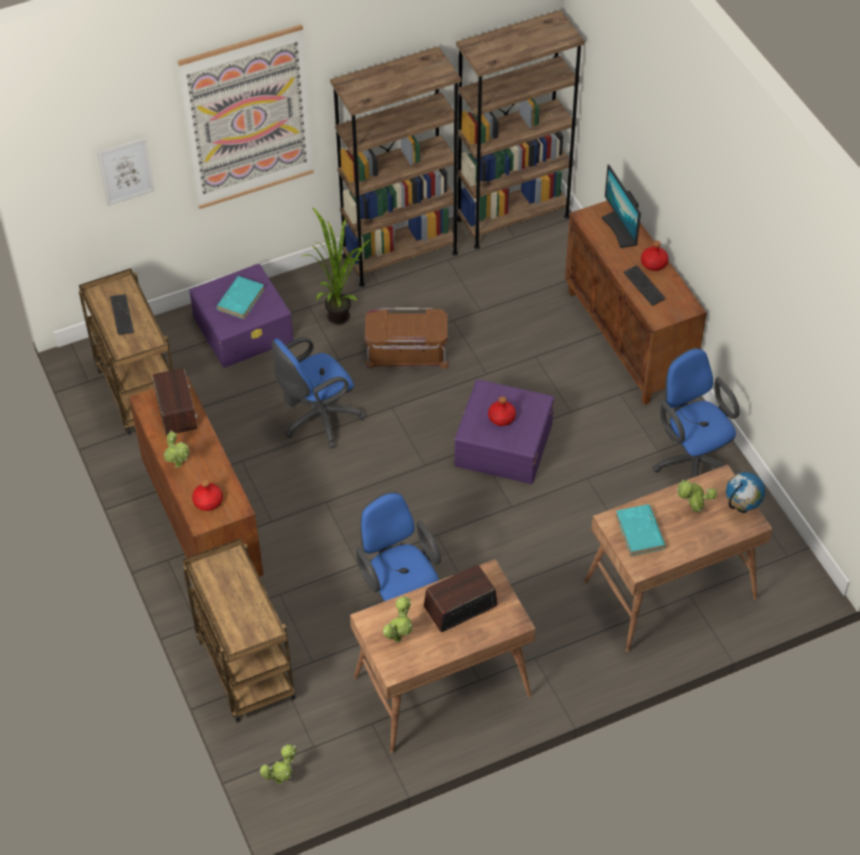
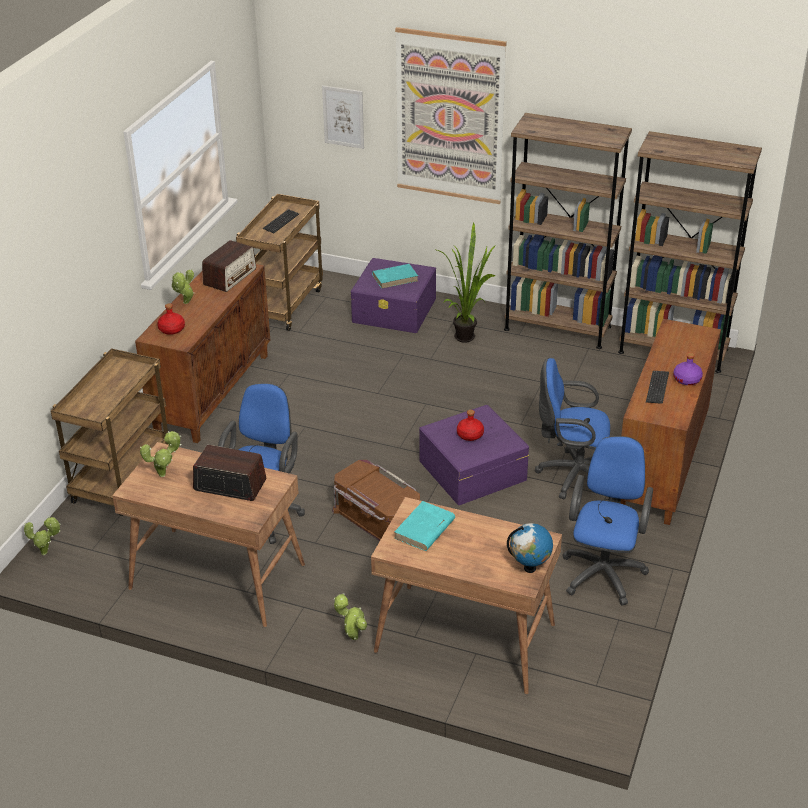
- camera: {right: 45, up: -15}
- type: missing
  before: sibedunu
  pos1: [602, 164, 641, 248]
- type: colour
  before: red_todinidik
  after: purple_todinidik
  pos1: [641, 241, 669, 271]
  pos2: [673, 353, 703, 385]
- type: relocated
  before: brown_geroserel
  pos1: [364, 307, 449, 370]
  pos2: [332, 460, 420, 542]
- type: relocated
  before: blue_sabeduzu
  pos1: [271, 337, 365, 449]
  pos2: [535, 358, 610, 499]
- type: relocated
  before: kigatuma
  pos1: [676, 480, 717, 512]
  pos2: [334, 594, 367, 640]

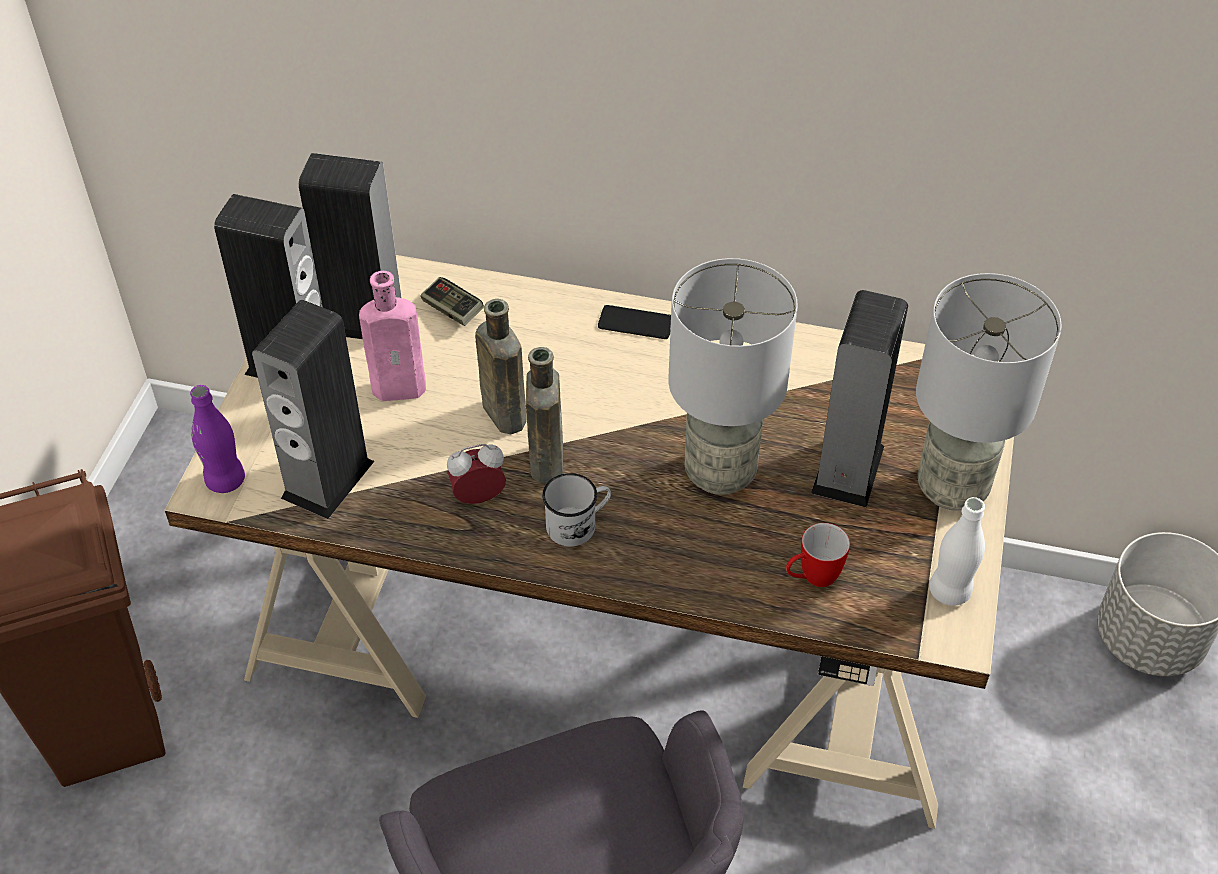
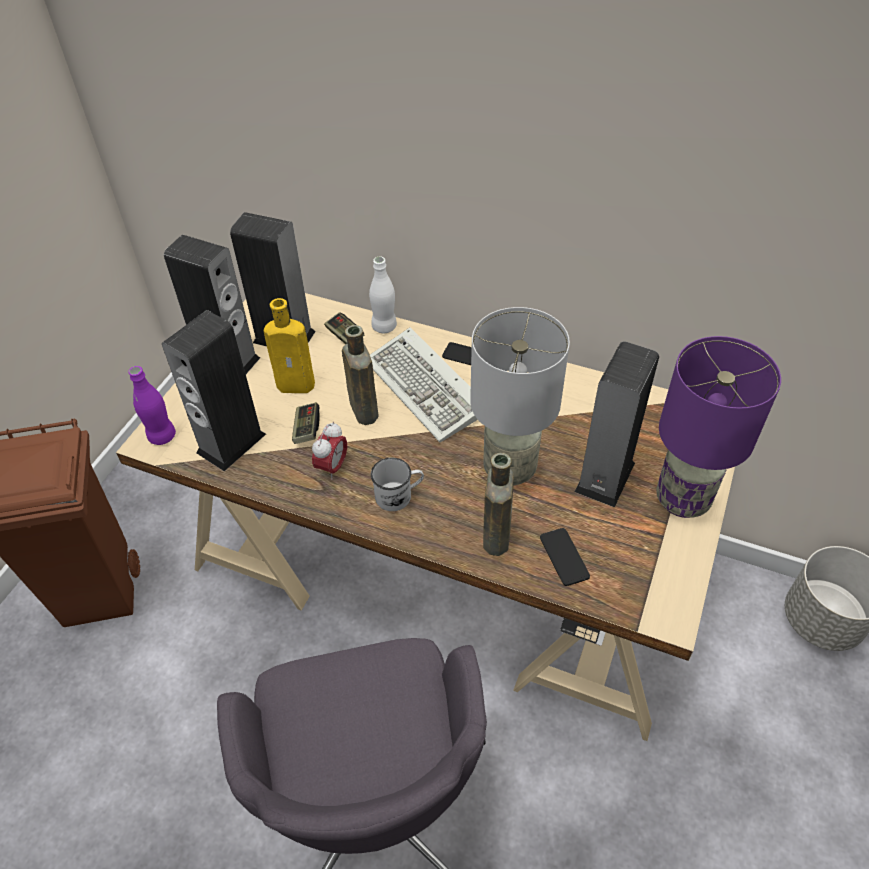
- camera: {right: 10, up: 0}
- type: colour
  before: pink_todinidik
  after: yellow_todinidik
  pos1: [359, 271, 426, 401]
  pos2: [264, 298, 315, 393]
- type: colour
  before: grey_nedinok
  after: purple_nedinok
  pos1: [916, 273, 1062, 511]
  pos2: [656, 336, 781, 518]
- type: relocated
  before: brown_todinidik
  pos1: [526, 347, 563, 484]
  pos2: [483, 453, 514, 556]
- type: spun
  before: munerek
  pos1: [447, 444, 506, 504]
  pos2: [312, 422, 347, 480]
  turn: 120
- type: relocated
  before: white_todinidik
  pos1: [929, 497, 985, 606]
  pos2: [369, 256, 397, 333]
- type: exchanged
  before: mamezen
  after: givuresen
  pos1: [786, 523, 850, 587]
  pos2: [540, 528, 590, 586]
- type: appeared
  after: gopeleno
  pos2: [370, 327, 478, 443]
- type: appeared
  after: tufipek
  pos2: [292, 402, 320, 444]

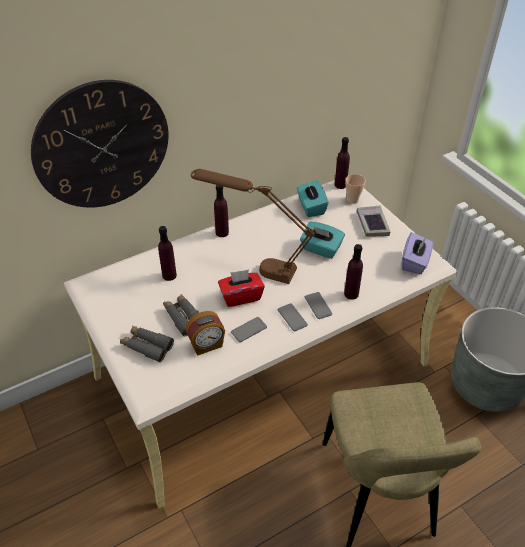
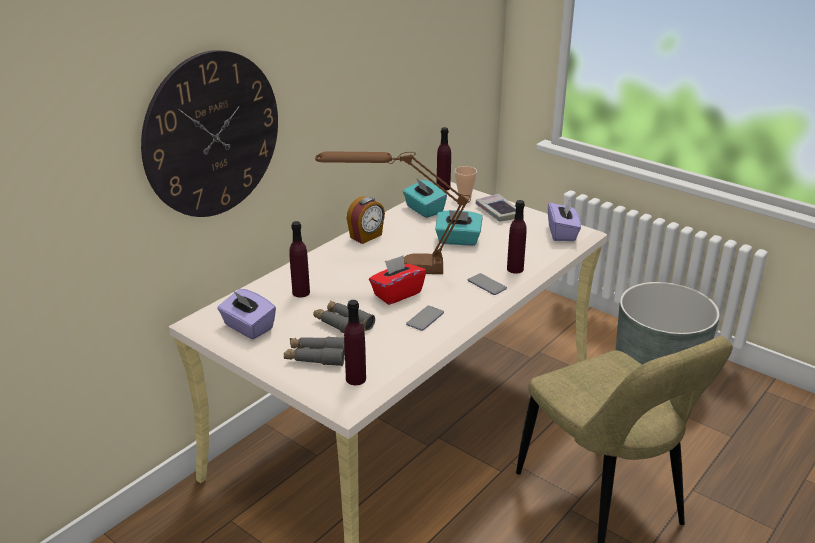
- camera: {right: -20, up: -15}
- type: relocated
  before: purple_todinidik
  pos1: [214, 185, 229, 237]
  pos2: [344, 300, 366, 385]
- type: missing
  before: givuresen
  pos1: [278, 303, 308, 331]
- type: relocated
  before: munerek
  pos1: [185, 311, 225, 356]
  pos2: [347, 196, 385, 244]
- type: appeared
  after: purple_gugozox
  pos2: [217, 289, 276, 339]

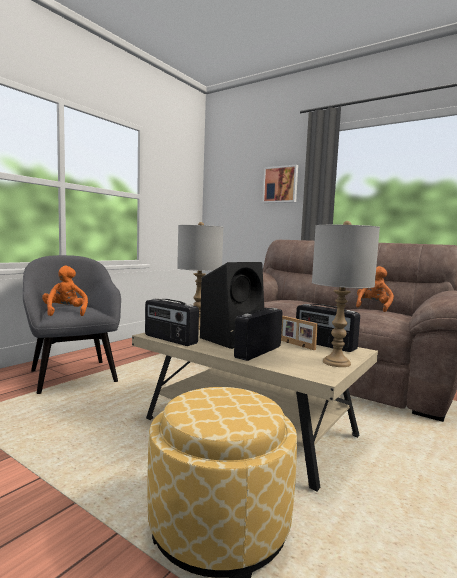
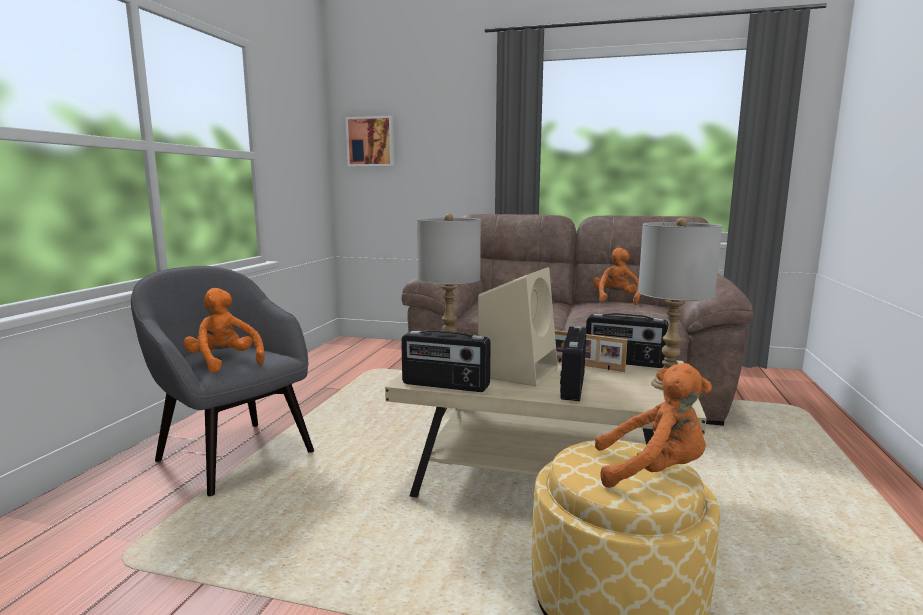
- camera: {right: -20, up: 5}
- type: relocated
  before: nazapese
  pos1: [262, 165, 298, 203]
  pos2: [346, 116, 394, 167]
- type: colour
  before: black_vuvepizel
  after: beige_vuvepizel
  pos1: [200, 262, 264, 349]
  pos2: [478, 267, 558, 387]
- type: appeared
  after: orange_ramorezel
  pos2: [595, 363, 712, 488]

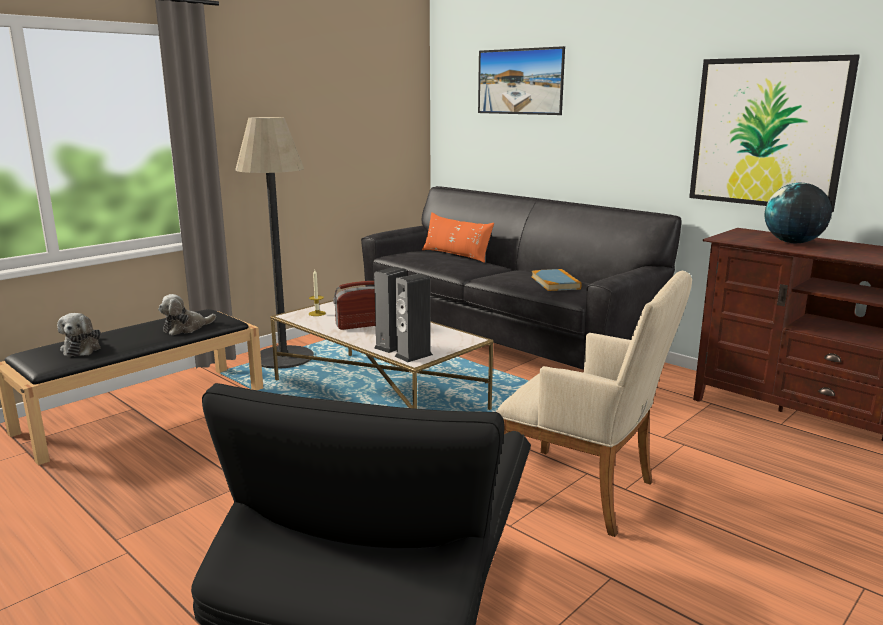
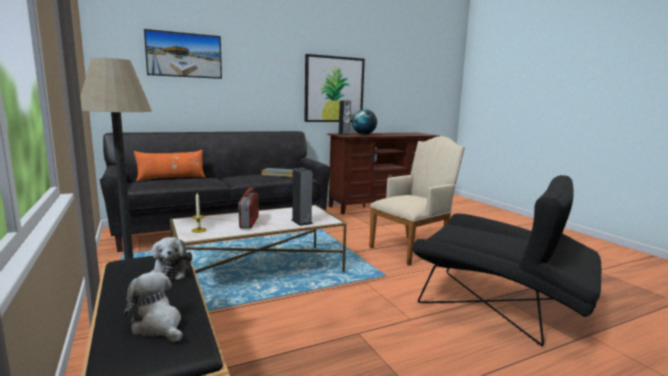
- camera: {right: -70, up: -5}
- type: relocated
  before: vuvepizel
  pos1: [394, 273, 433, 362]
  pos2: [338, 100, 351, 135]
- type: spun
  before: ramorezel
  pos1: [57, 313, 101, 357]
  pos2: [124, 272, 183, 342]
  turn: -150

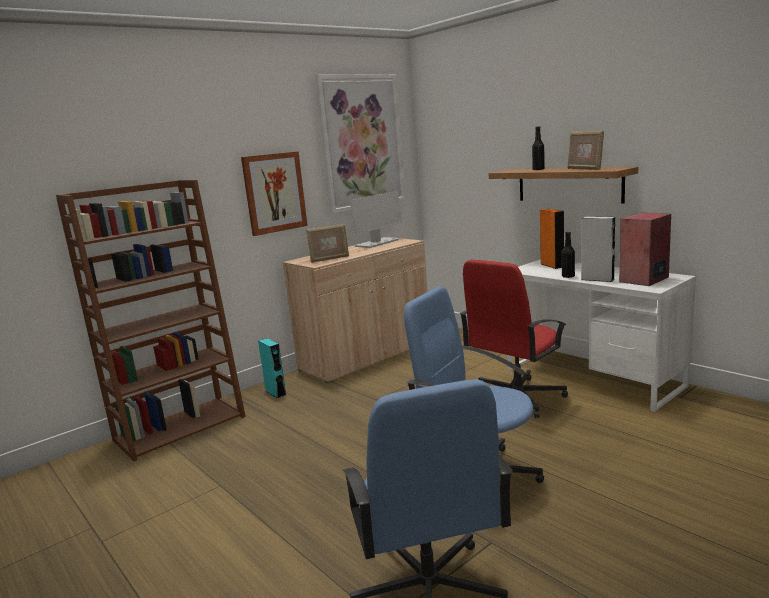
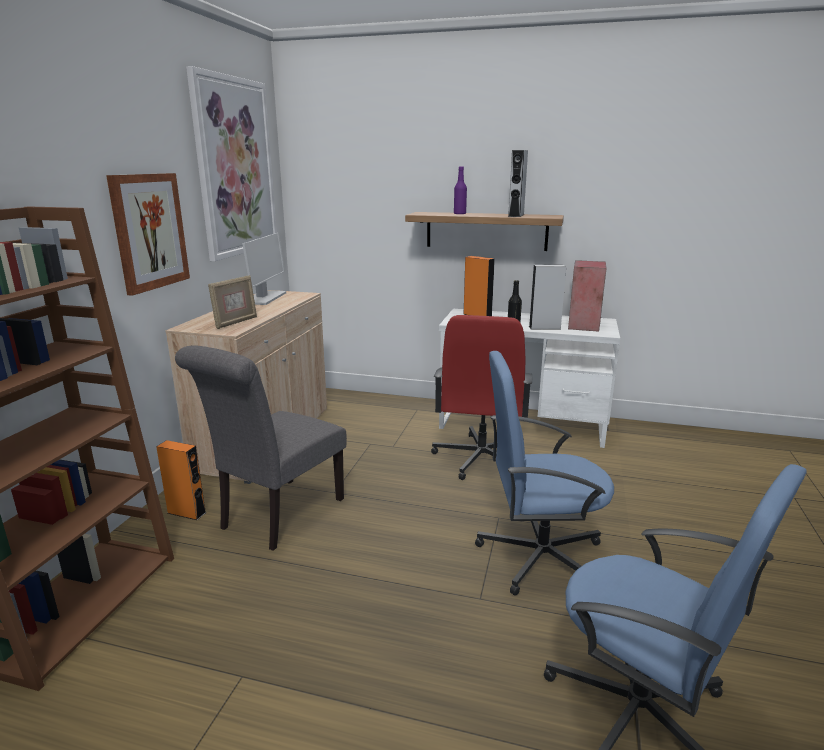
- camera: {right: -35, up: 5}
- type: colour
  before: black_todinidik
  after: purple_todinidik
  pos1: [532, 126, 545, 170]
  pos2: [454, 167, 467, 214]
- type: exchanged
  before: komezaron
  after: grey_vuvepizel
  pos1: [568, 130, 604, 170]
  pos2: [508, 150, 528, 217]
- type: colour
  before: turquoise_vuvepizel
  after: orange_vuvepizel
  pos1: [258, 338, 286, 398]
  pos2: [156, 440, 206, 520]
- type: appeared
  after: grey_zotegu
  pos2: [175, 346, 347, 551]

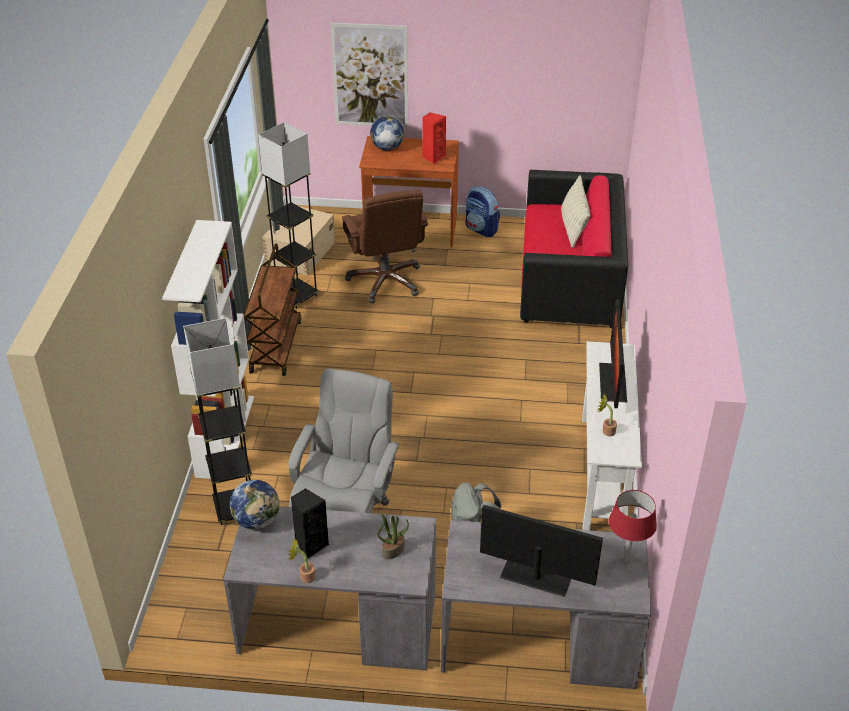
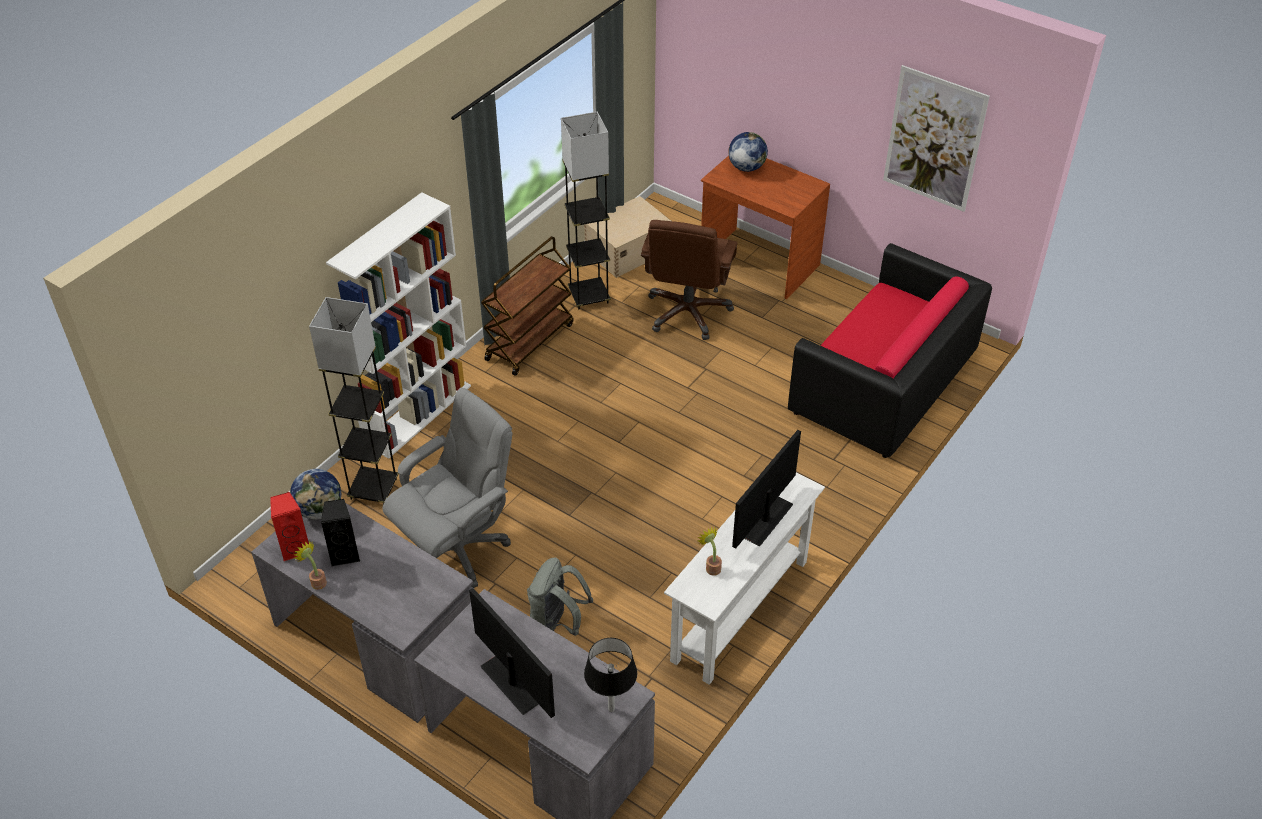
- camera: {right: 30, up: 5}
- type: relocated
  before: nazapese
  pos1: [330, 23, 408, 127]
  pos2: [883, 65, 990, 212]
- type: relocated
  before: red_vuvepizel
  pos1: [422, 113, 446, 164]
  pos2: [270, 492, 309, 561]
- type: missing
  before: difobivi
  pos1: [561, 175, 590, 248]
- type: missing
  before: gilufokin
  pos1: [466, 187, 500, 237]
- type: colour
  before: red_nedinok
  after: black_nedinok
  pos1: [609, 490, 657, 563]
  pos2: [584, 638, 637, 712]
- type: missing
  before: kigatuma
  pos1: [378, 513, 409, 559]

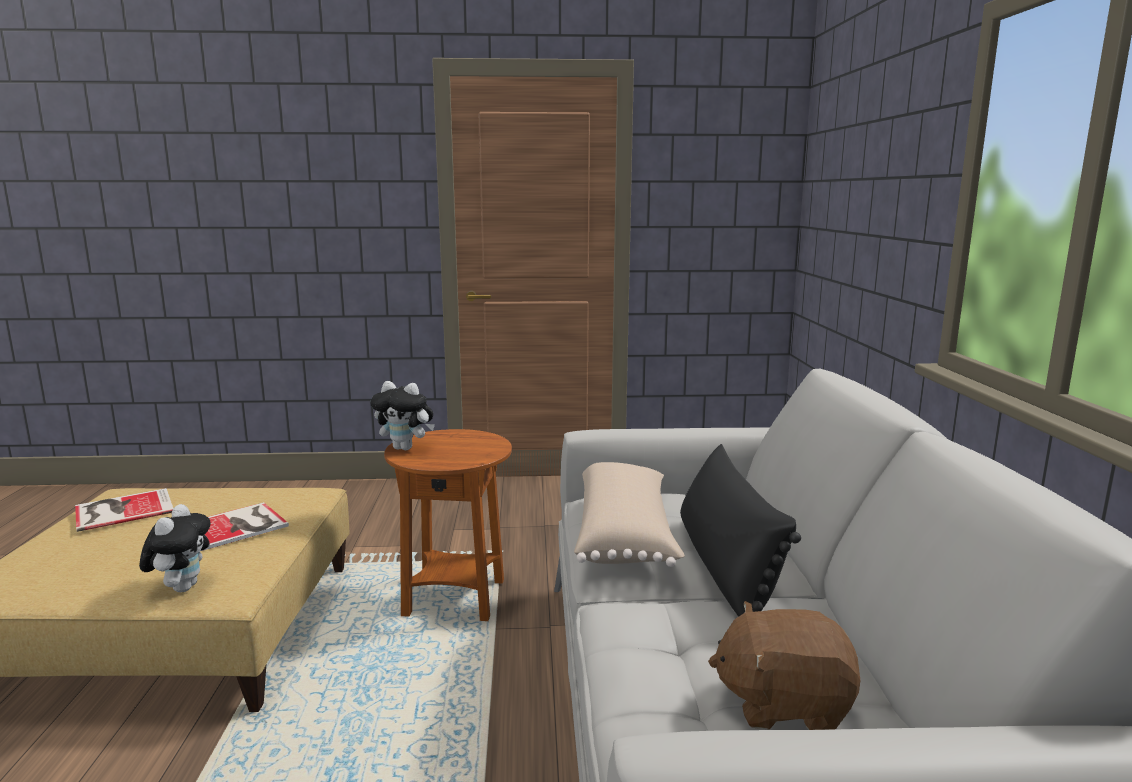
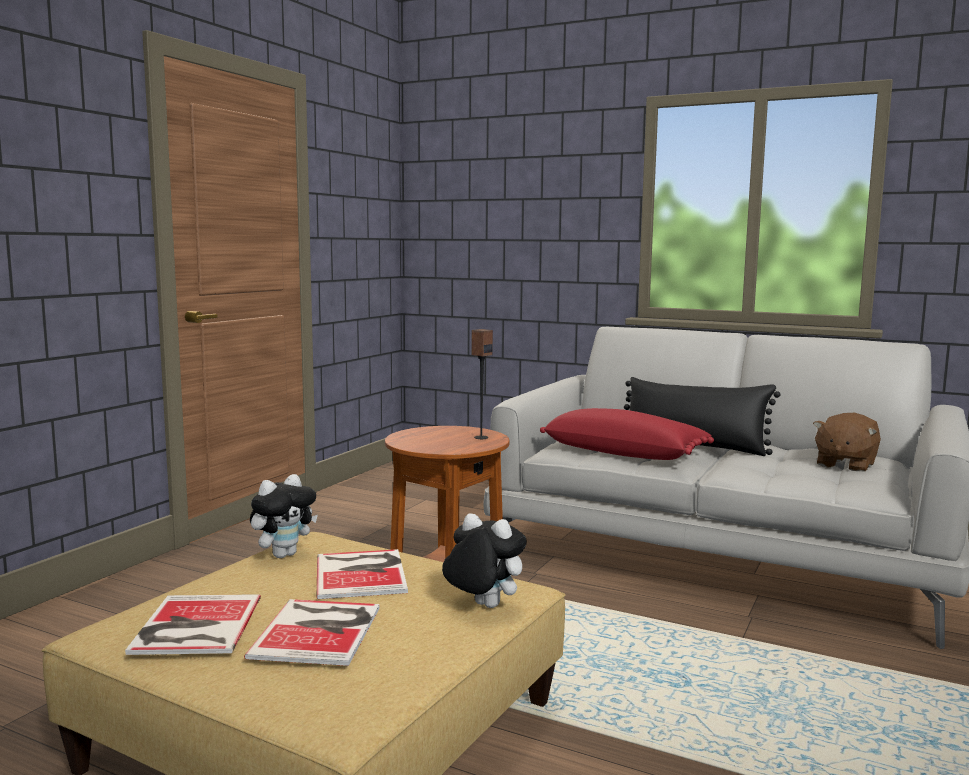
- camera: {right: -60, up: -5}
- type: relocated
  before: ramorezel
  pos1: [370, 381, 435, 450]
  pos2: [250, 474, 318, 558]
- type: colour
  before: beige_difobivi
  after: red_difobivi
  pos1: [574, 462, 685, 567]
  pos2: [540, 408, 714, 460]
- type: appeared
  after: vuvepizel
  pos2: [471, 329, 493, 439]
- type: appeared
  after: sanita
  pos2: [244, 599, 380, 666]

